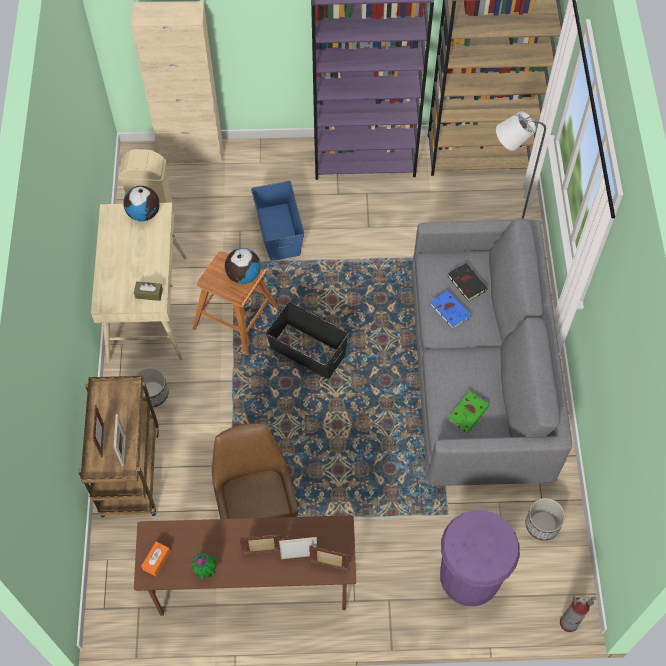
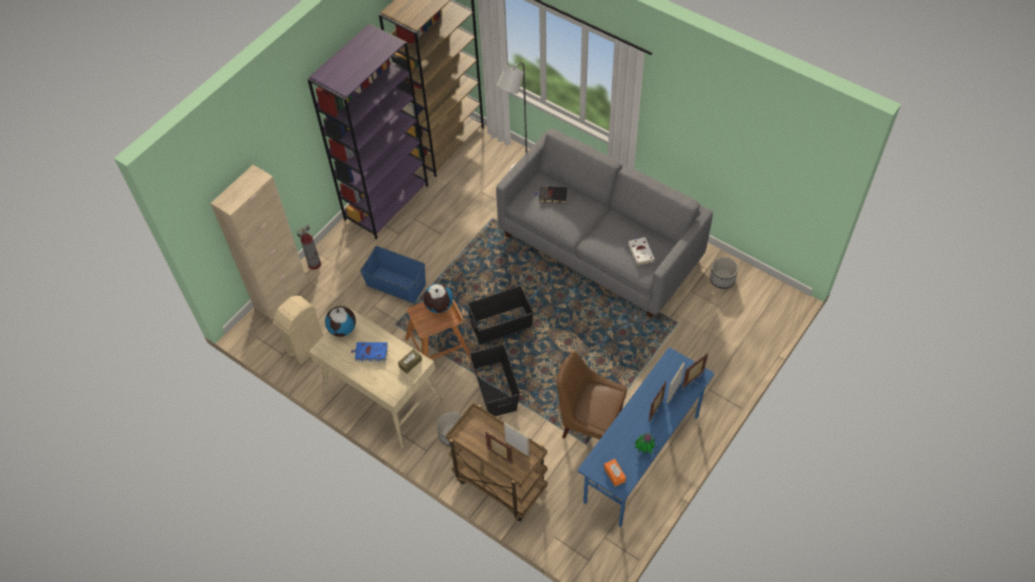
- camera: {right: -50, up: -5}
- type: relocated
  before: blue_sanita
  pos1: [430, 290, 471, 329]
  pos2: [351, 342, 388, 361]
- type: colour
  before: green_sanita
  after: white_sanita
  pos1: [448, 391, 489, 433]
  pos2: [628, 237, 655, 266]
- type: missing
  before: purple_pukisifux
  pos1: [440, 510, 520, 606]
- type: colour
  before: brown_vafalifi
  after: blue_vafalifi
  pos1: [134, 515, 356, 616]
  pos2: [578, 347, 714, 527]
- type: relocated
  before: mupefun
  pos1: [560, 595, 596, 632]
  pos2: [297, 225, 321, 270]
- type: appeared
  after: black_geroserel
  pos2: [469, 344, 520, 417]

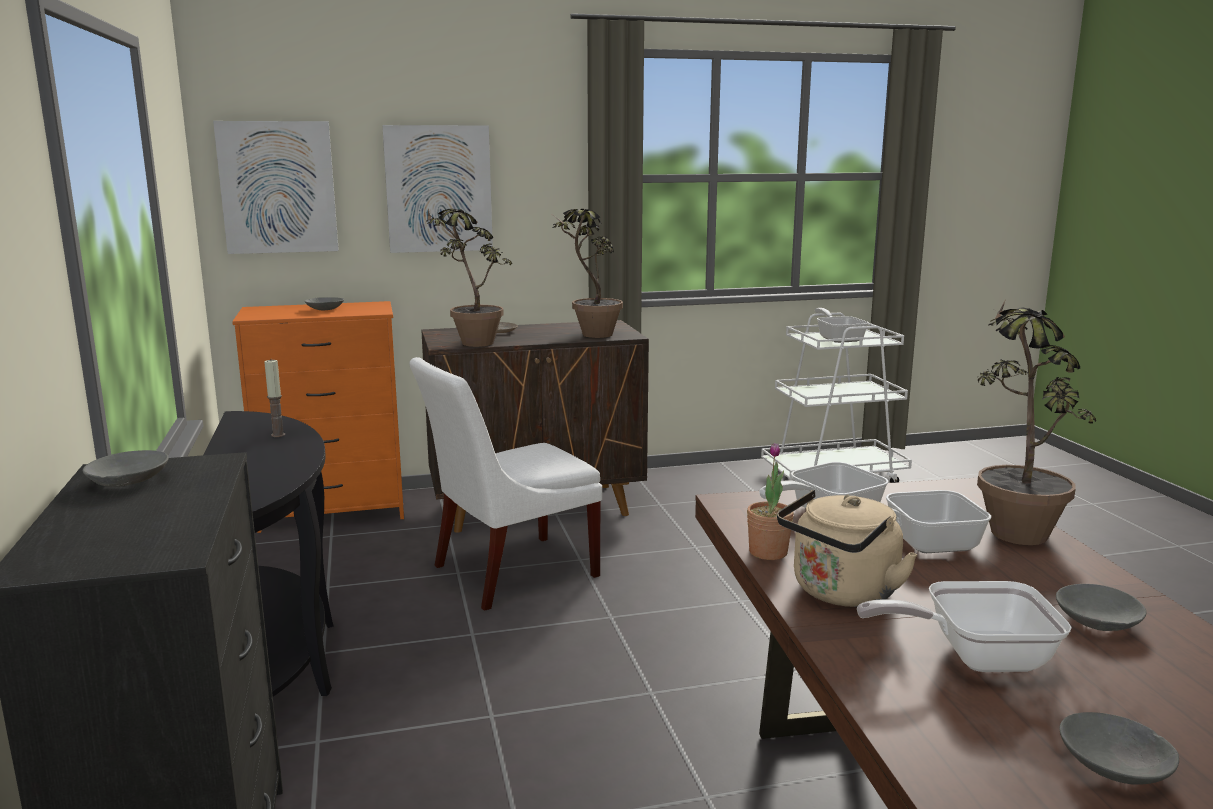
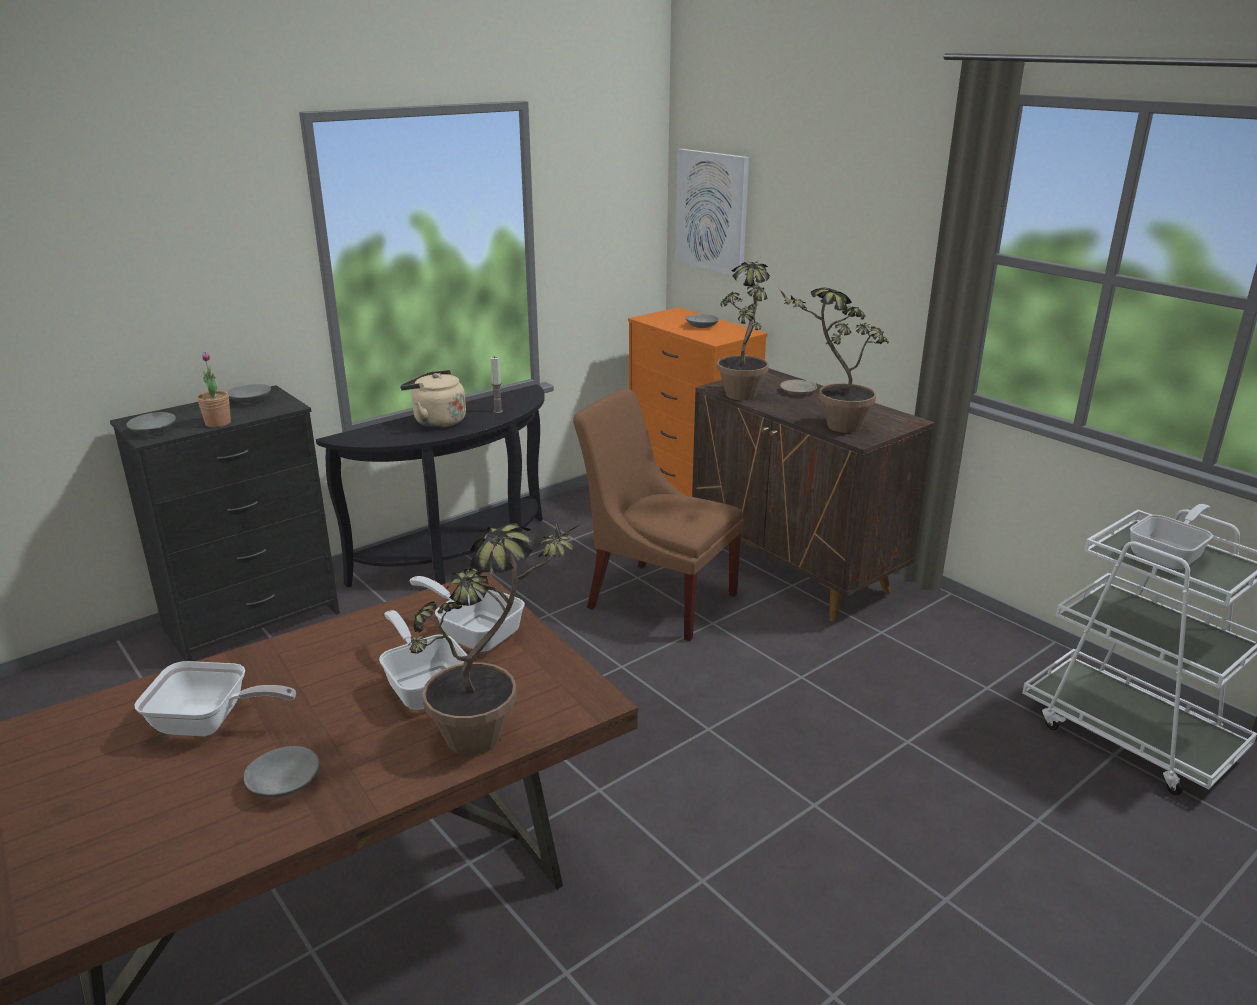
- camera: {right: 65, up: 10}
- type: missing
  before: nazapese
  pos1: [382, 125, 493, 253]
- type: colour
  before: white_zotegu
  after: brown_zotegu
  pos1: [409, 357, 602, 611]
  pos2: [573, 388, 744, 641]
- type: relocated
  before: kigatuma
  pos1: [747, 443, 794, 560]
  pos2: [197, 352, 231, 427]
- type: relocated
  before: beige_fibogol
  pos1: [777, 490, 918, 607]
  pos2: [400, 370, 466, 428]
- type: spun
  before: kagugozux
  pos1: [857, 581, 1072, 672]
  pos2: [134, 661, 296, 737]
  turn: 120
- type: relocated
  before: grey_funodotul
  pos1: [1059, 712, 1179, 785]
  pos2: [126, 412, 176, 435]

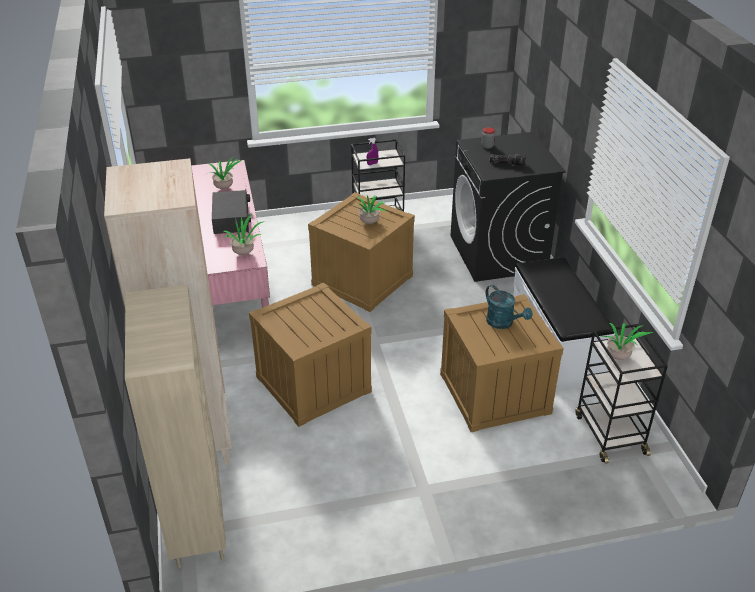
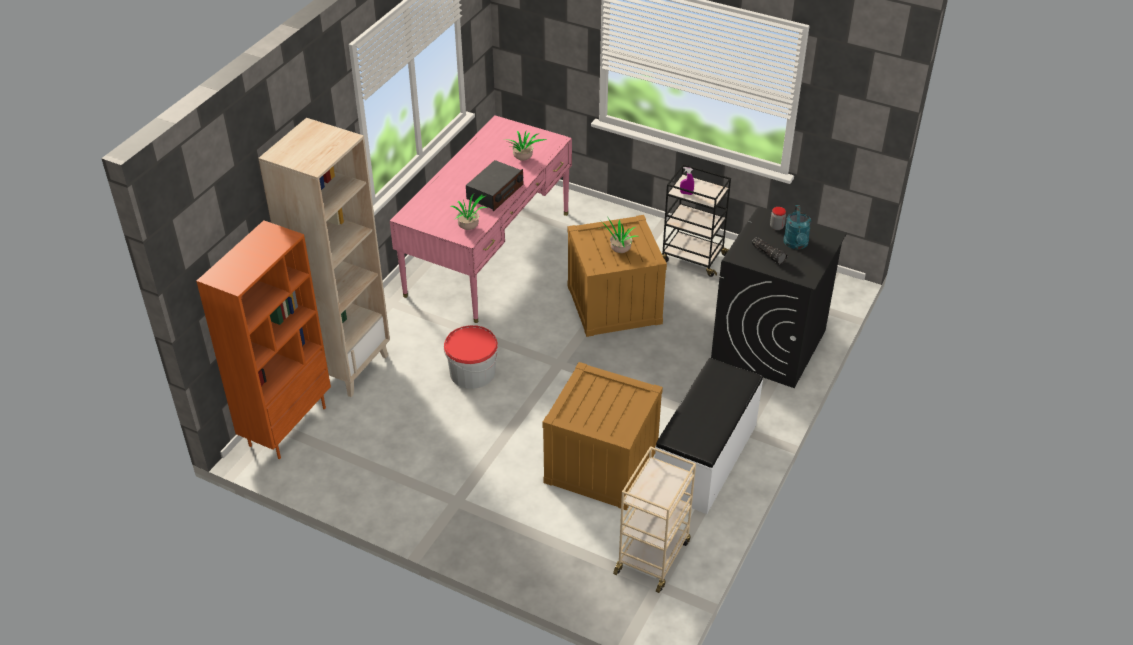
- camera: {right: 40, up: 5}
- type: exchanged
  before: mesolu
  after: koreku
  pos1: [249, 283, 372, 427]
  pos2: [444, 325, 498, 389]
- type: colour
  before: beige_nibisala
  after: orange_nibisala
  pos1: [125, 285, 226, 568]
  pos2: [196, 220, 331, 459]
- type: relocated
  before: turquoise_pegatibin
  pos1: [486, 285, 532, 329]
  pos2: [783, 205, 811, 249]
- type: missing
  before: kigatuma
  pos1: [602, 323, 653, 360]
- type: colour
  before: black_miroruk
  after: beige_miroruk
  pos1: [575, 324, 668, 464]
  pos2: [613, 446, 696, 593]

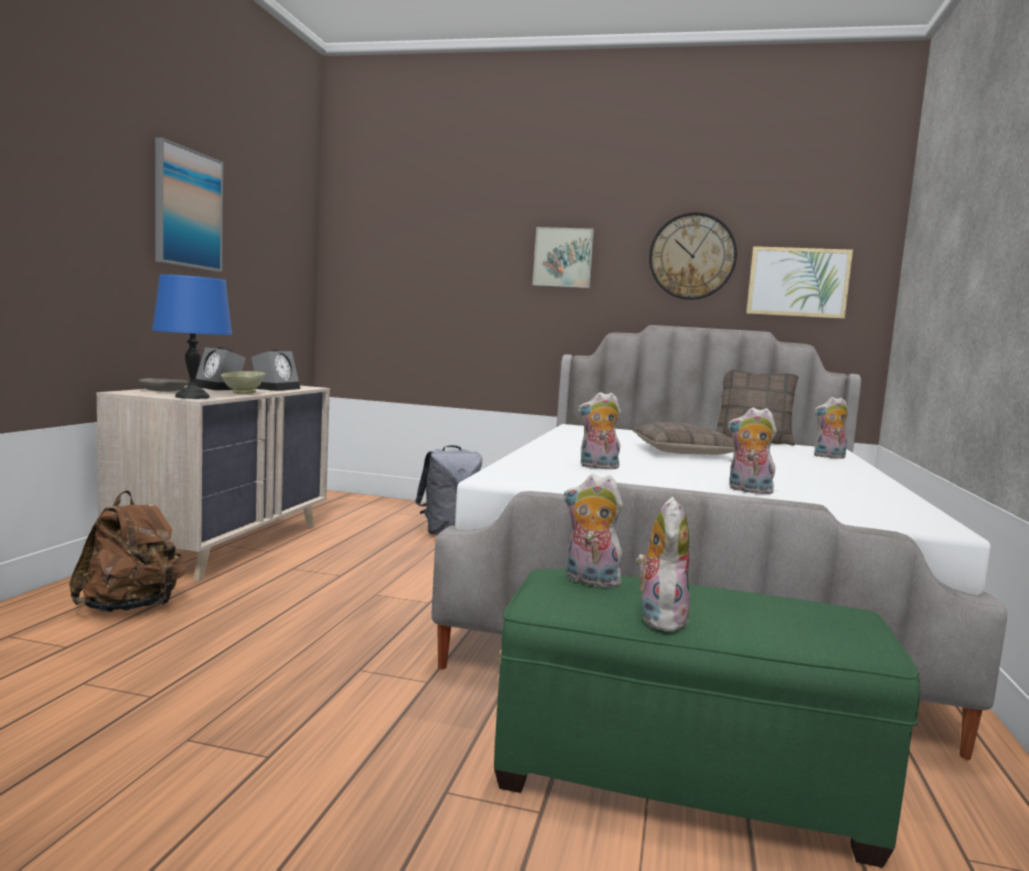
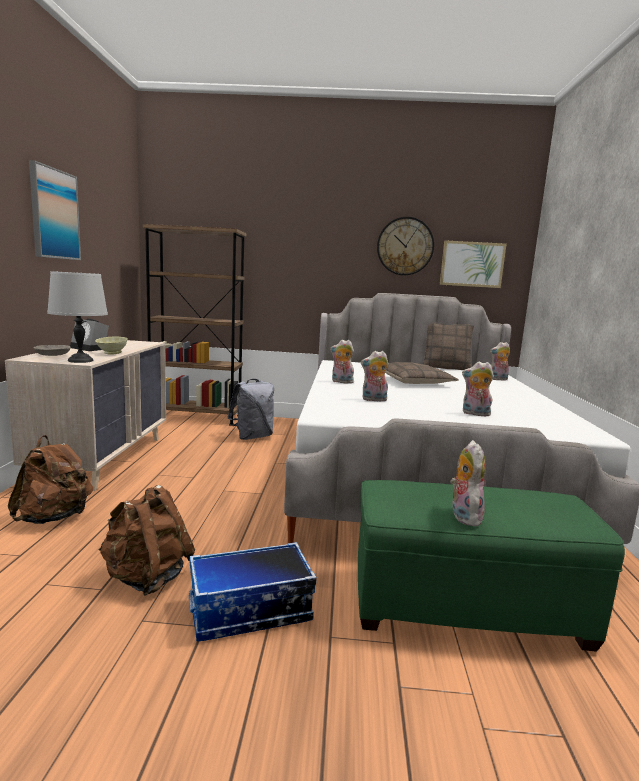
- camera: {right: -10, up: 5}
- type: missing
  before: nazapese
  pos1: [533, 227, 594, 288]
- type: colour
  before: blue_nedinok
  after: grey_nedinok
  pos1: [152, 274, 232, 399]
  pos2: [47, 271, 108, 363]
- type: missing
  before: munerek
  pos1: [251, 349, 301, 391]
- type: relocated
  before: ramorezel
  pos1: [564, 474, 624, 588]
  pos2: [330, 340, 355, 384]
- type: appeared
  after: brown_nibisala
  pos2: [143, 224, 246, 426]
- type: appeared
  after: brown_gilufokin
  pos2: [99, 485, 195, 596]
- type: appeared
  after: geroserel
  pos2: [189, 542, 317, 642]

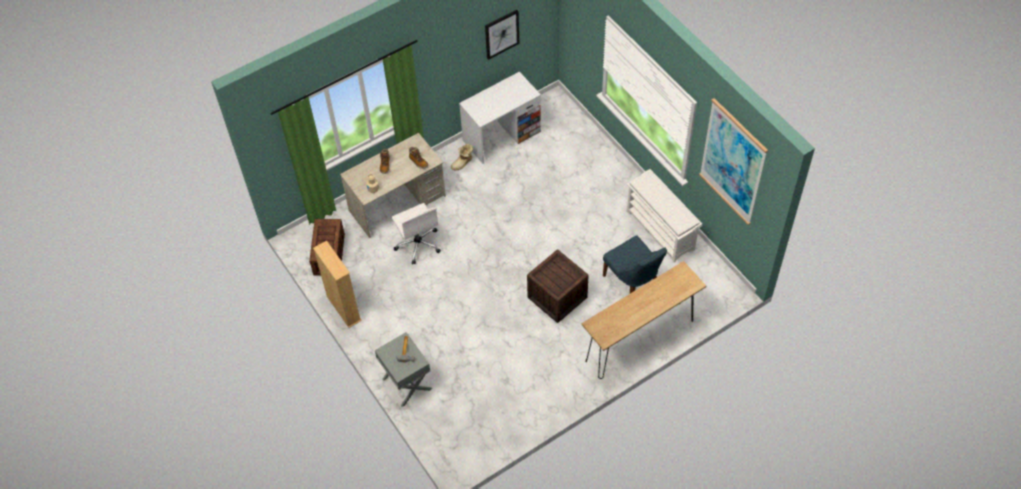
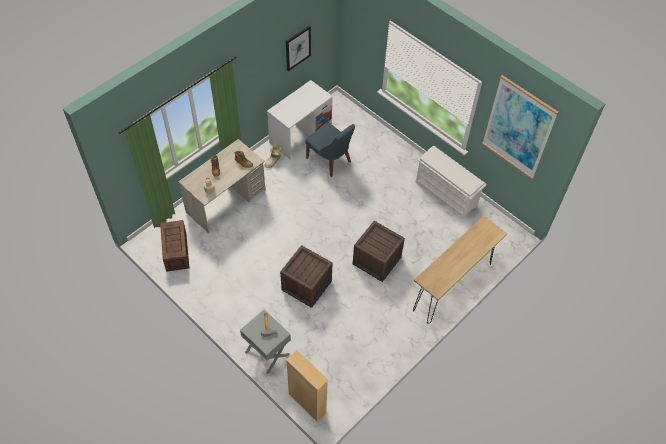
- camera: {right: -15, up: 0}
- type: missing
  before: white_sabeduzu
  pos1: [391, 203, 441, 264]
- type: relocated
  before: blue_zotegu
  pos1: [603, 235, 667, 293]
  pos2: [305, 122, 355, 177]
- type: relocated
  before: beige_nibisala
  pos1: [313, 241, 362, 328]
  pos2: [286, 350, 329, 422]
- type: appeared
  after: mesolu
  pos2: [280, 245, 332, 308]

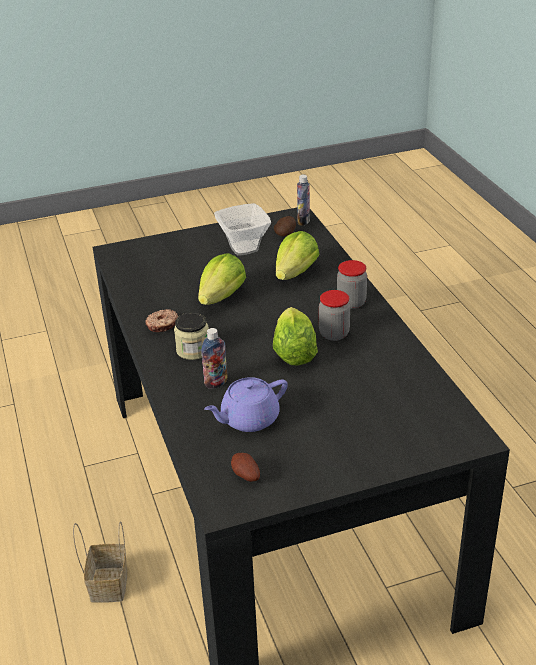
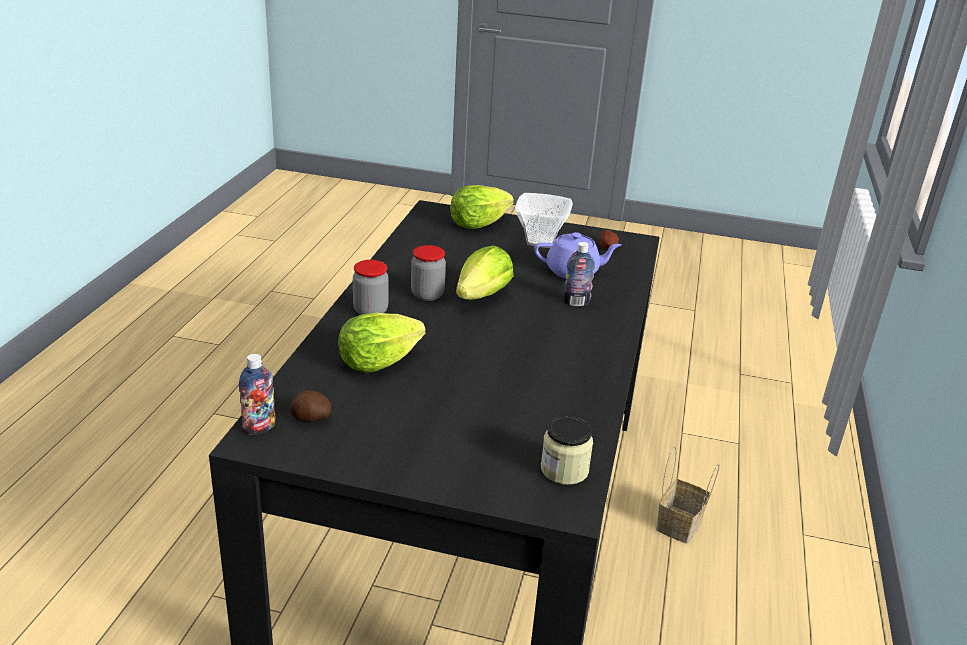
- camera: {right: -150, up: -5}
- type: relocated
  before: funodotul
  pos1: [214, 203, 271, 256]
  pos2: [515, 193, 573, 248]
- type: relocated
  before: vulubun
  pos1: [198, 253, 246, 305]
  pos2: [450, 185, 514, 229]
- type: missing
  before: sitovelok
  pos1: [146, 309, 179, 332]
- type: relocated
  before: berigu
  pos1: [174, 312, 209, 360]
  pos2: [541, 416, 593, 485]

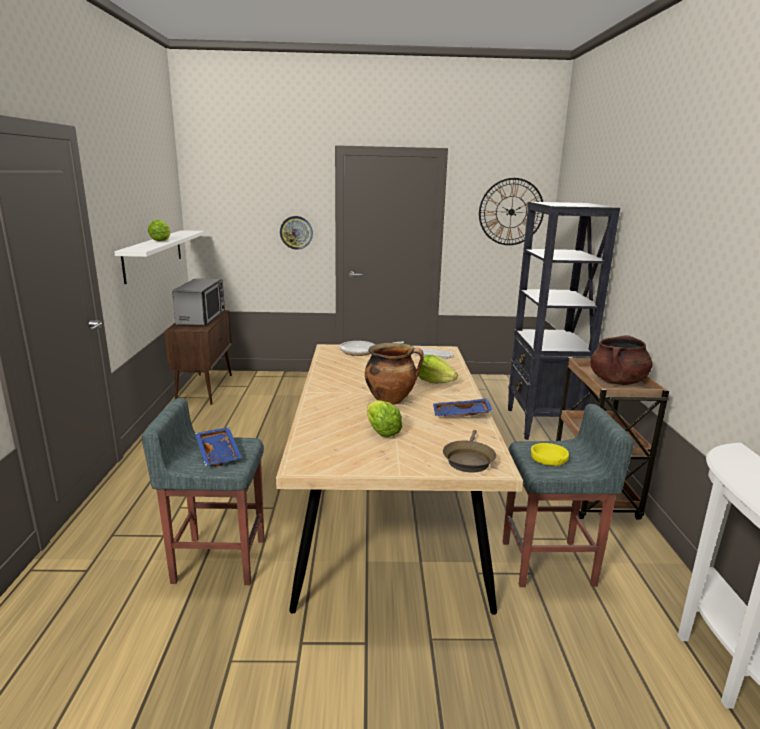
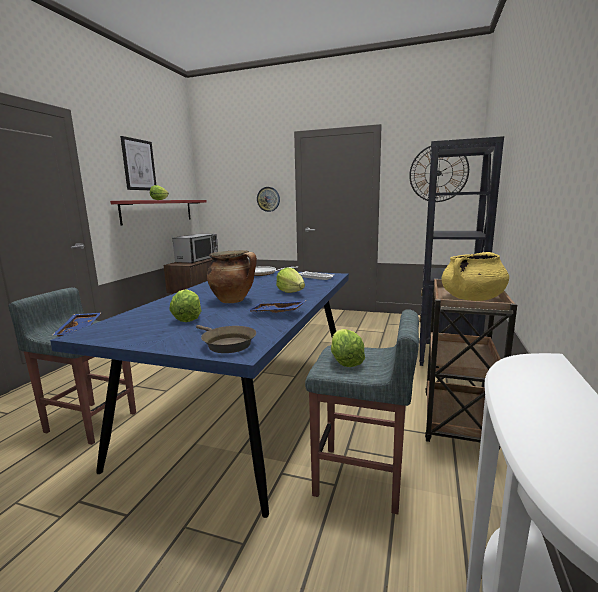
- camera: {right: 20, up: -5}
- type: colour
  before: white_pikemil
  after: red_pikemil
  pos1: [114, 230, 204, 284]
  pos2: [110, 200, 207, 226]
- type: colour
  before: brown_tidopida
  after: yellow_tidopida
  pos1: [590, 335, 653, 385]
  pos2: [442, 252, 509, 301]
- type: colour
  before: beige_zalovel
  after: blue_zalovel
  pos1: [276, 344, 523, 615]
  pos2: [50, 271, 349, 518]
- type: spun
  before: brown_kagugozux
  pos1: [443, 430, 496, 472]
  pos2: [196, 325, 256, 353]
  turn: -75
- type: exchanged
  before: yellow_funodotul
  after: vulubun
  pos1: [531, 443, 569, 466]
  pos2: [331, 329, 365, 367]
- type: appeared
  after: nazapese
  pos2: [120, 136, 156, 190]

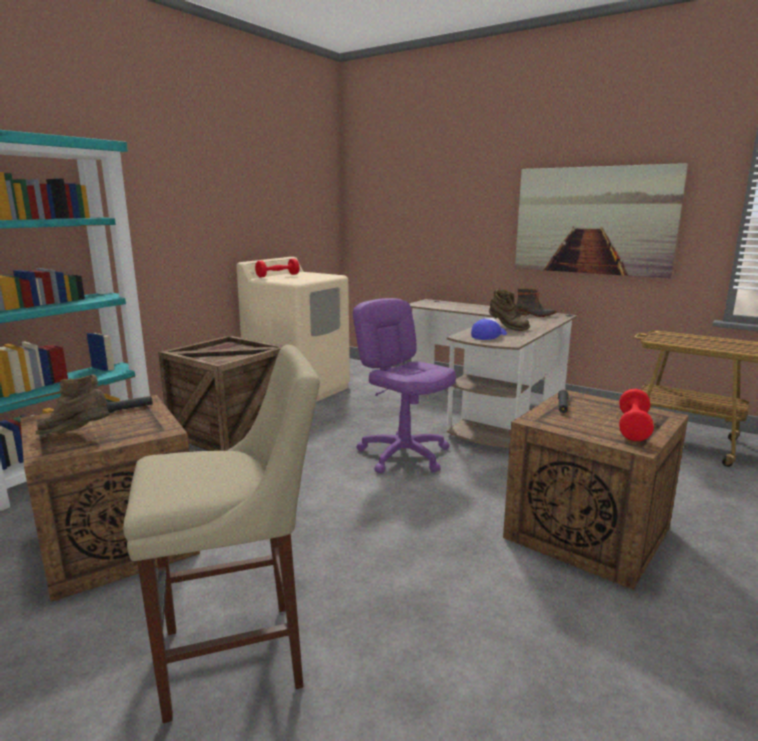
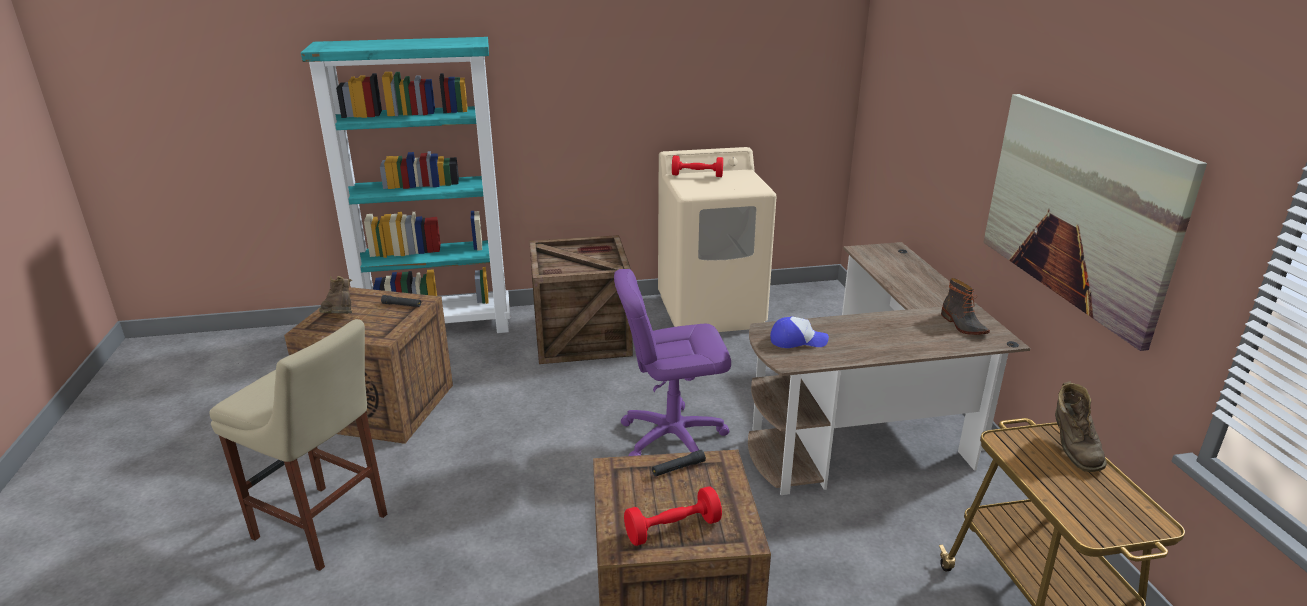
- camera: {right: 45, up: 10}
- type: relocated
  before: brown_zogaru
  pos1: [489, 289, 530, 331]
  pos2: [1055, 381, 1107, 472]
- type: spun
  before: purple_sabeduzu
  pos1: [353, 298, 456, 473]
  pos2: [614, 269, 731, 456]
  turn: -105

